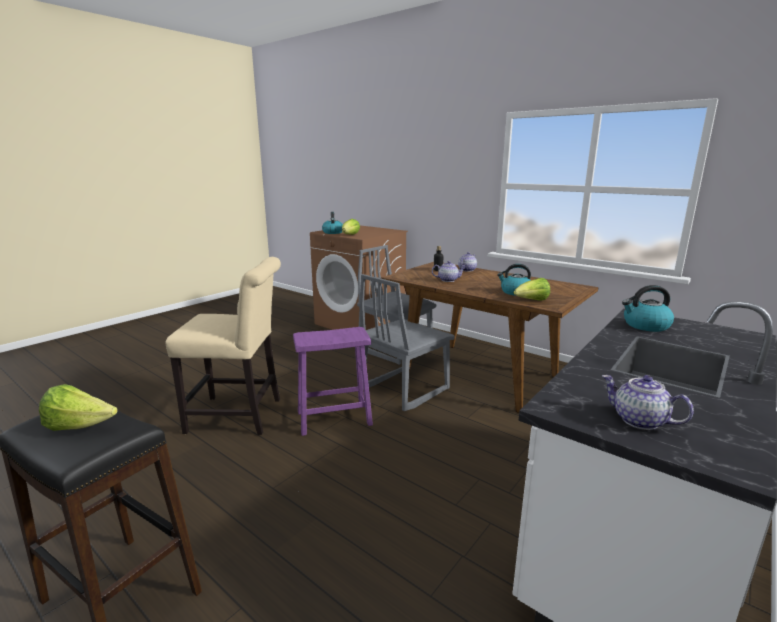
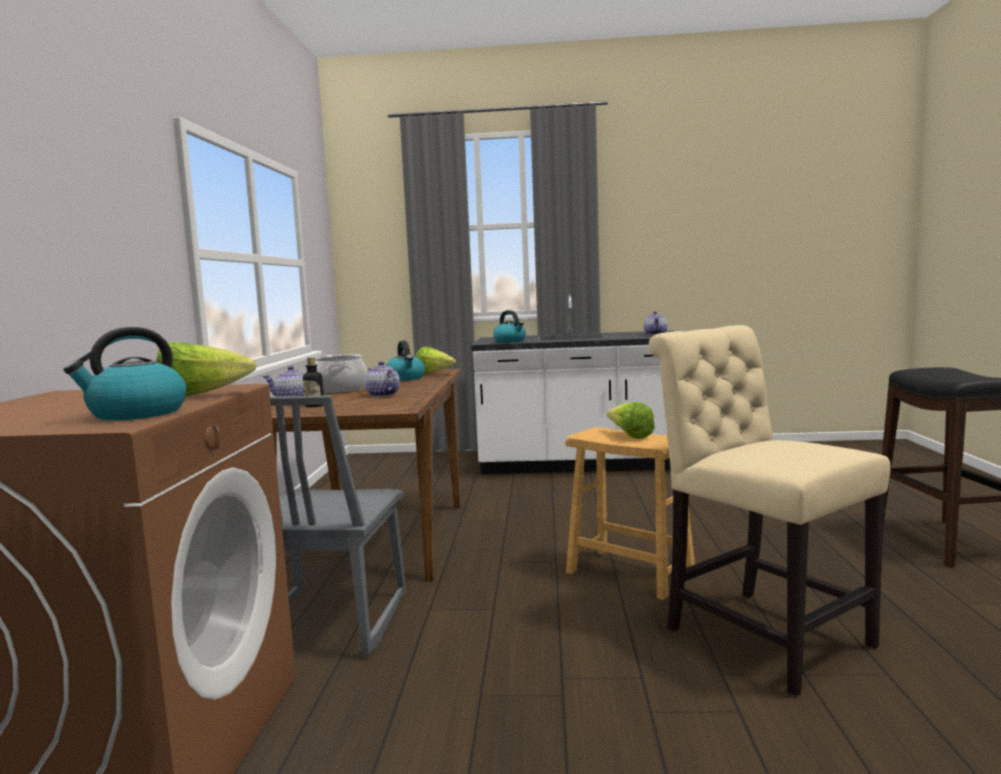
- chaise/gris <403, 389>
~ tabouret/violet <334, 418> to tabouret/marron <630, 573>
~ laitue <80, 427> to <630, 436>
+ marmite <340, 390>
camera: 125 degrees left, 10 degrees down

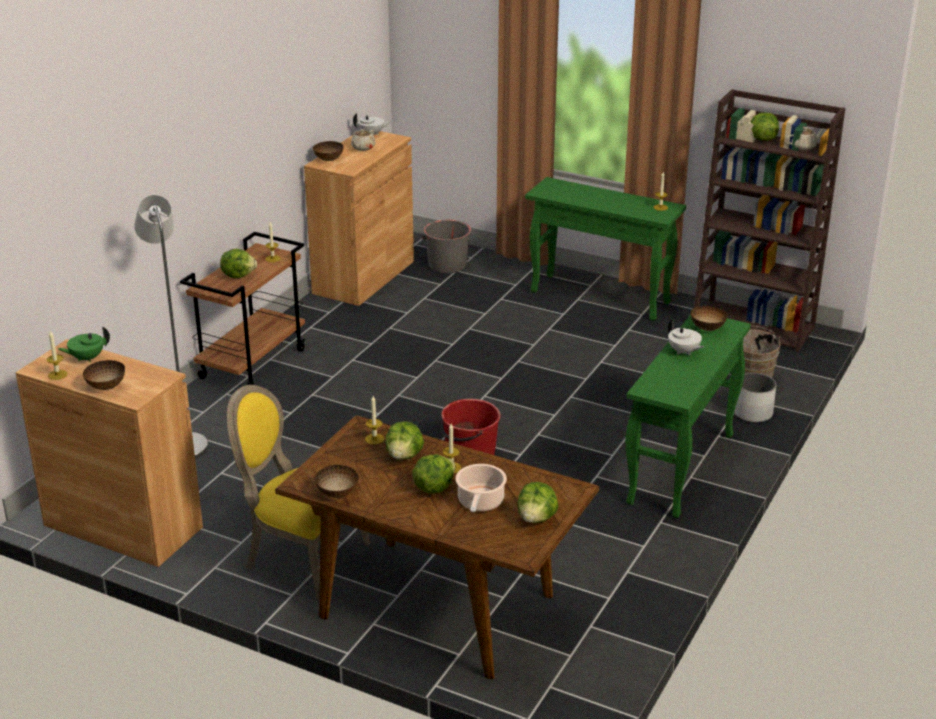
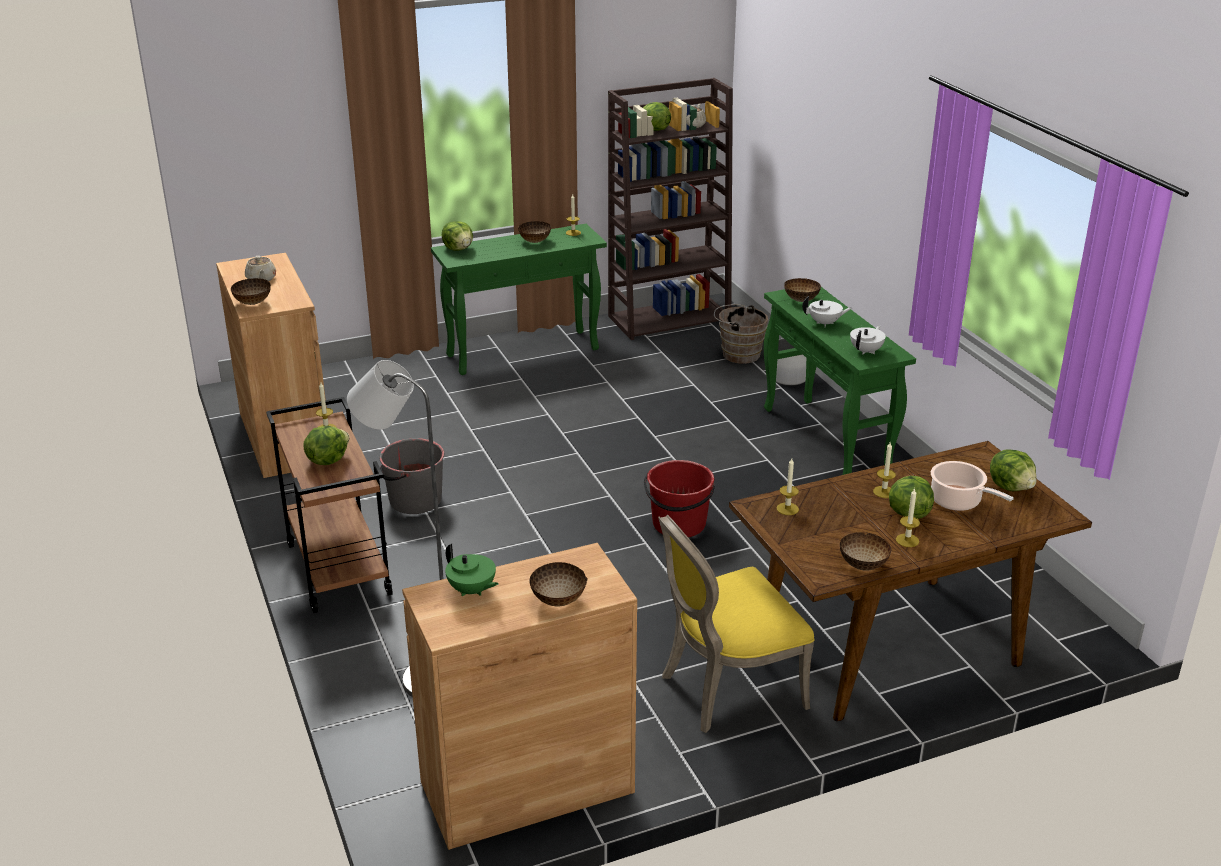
~ théière/blanc <372, 134> to <866, 351>
~ seau/gris <447, 265> to <414, 500>
~ théière/vert <87, 358> = <472, 590> 60 degrees counterclockwise
~ bougie <57, 375> to <907, 540>
~ laitue <404, 456> to <459, 249>
+ bol <534, 241>
camera: 50 degrees left, 0 degrees up

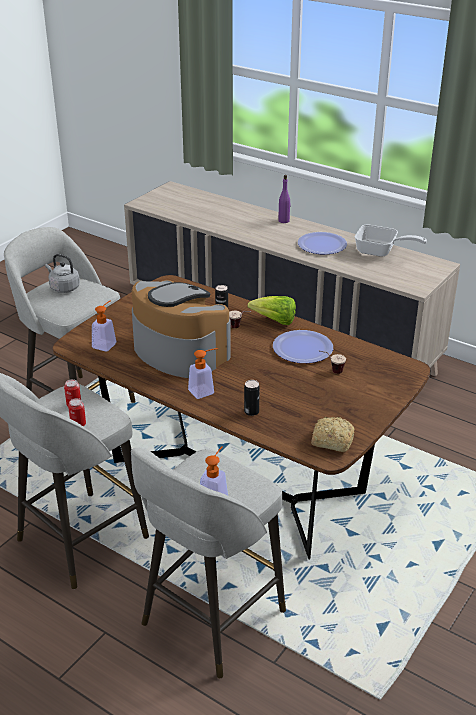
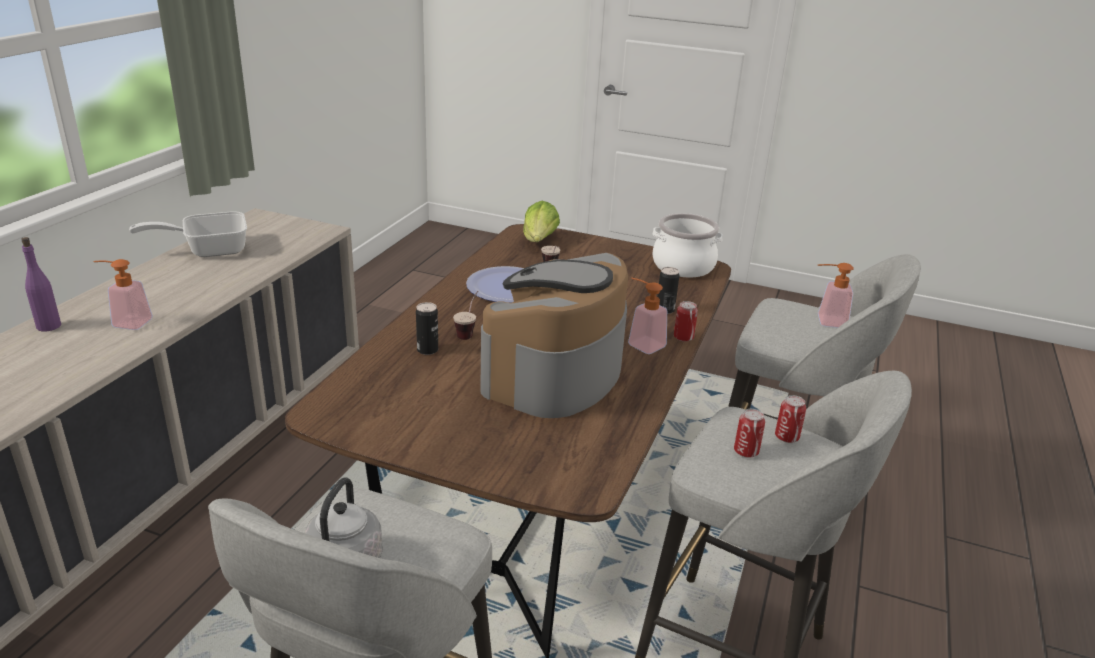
~ poêle <380, 251> = <208, 250> 120 degrees counterclockwise
- assiette <322, 244>
~ laitue <275, 321> to <539, 241>
~ distributeur de savon <106, 343> to <126, 322>
~ pain <331, 440> to marmite <683, 266>
+ boîte métallique <683, 337>
camera: 105 degrees left, 5 degrees down

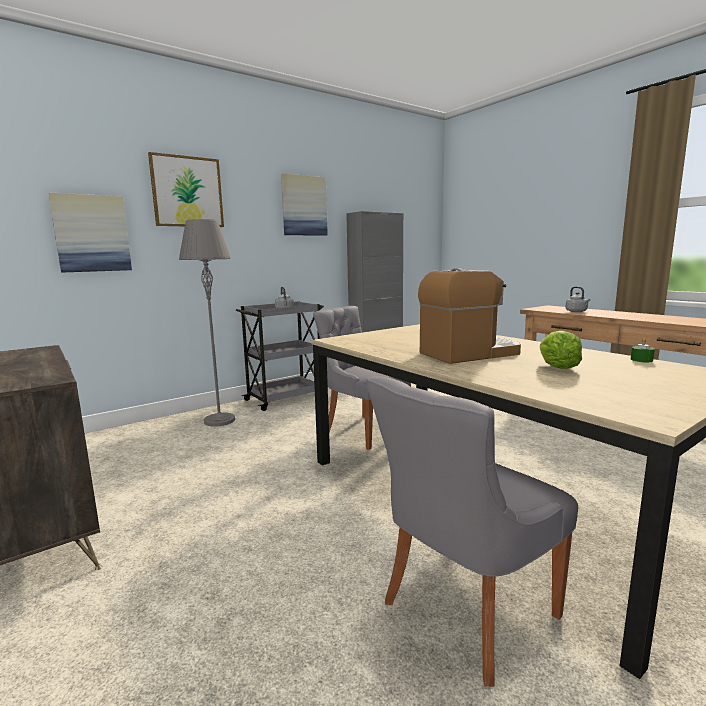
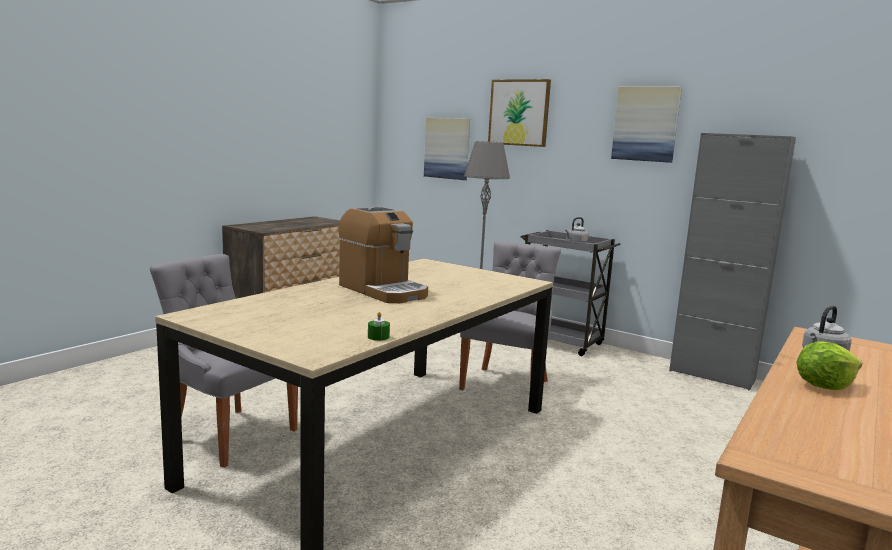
~ laitue <557, 367> to <824, 386>
camera: 70 degrees right, 0 degrees up

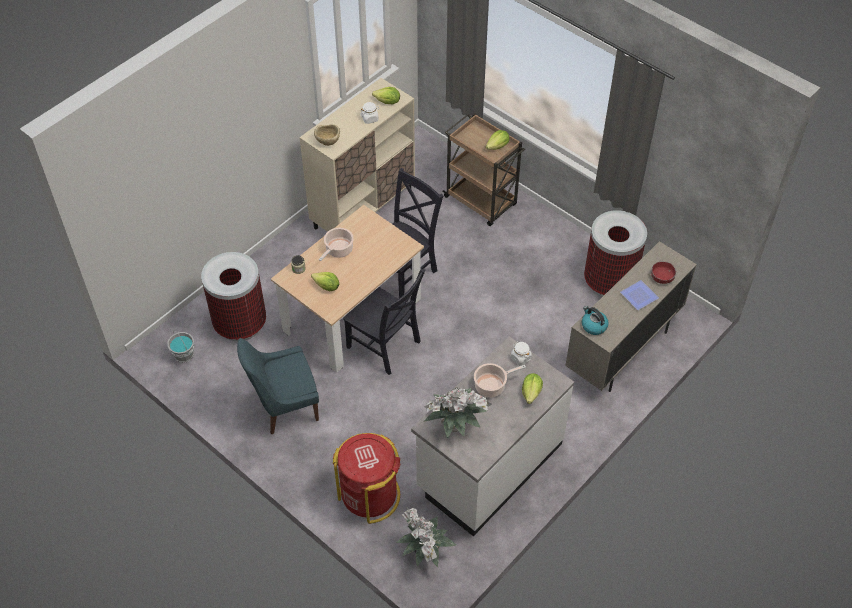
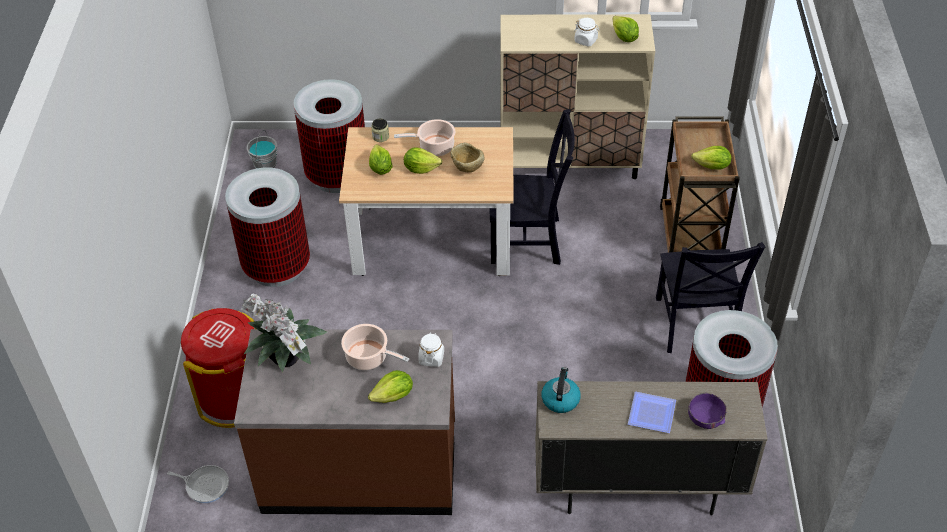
~ bol/beige <328, 142> to <467, 168>
~ bol/rouge <661, 277> to bol/violet <705, 418>
~ chaise/noir <385, 346> to <695, 326>
~ comptoir de cuisine/blanc <488, 466> to comptoir de cuisine/marron <360, 468>
~ chaise/bleu <284, 406> to poubelle <276, 266>
~ plante en pot <424, 552> to poêle <205, 485>
+ laitue <421, 168>
camera: 50 degrees right, 5 degrees down

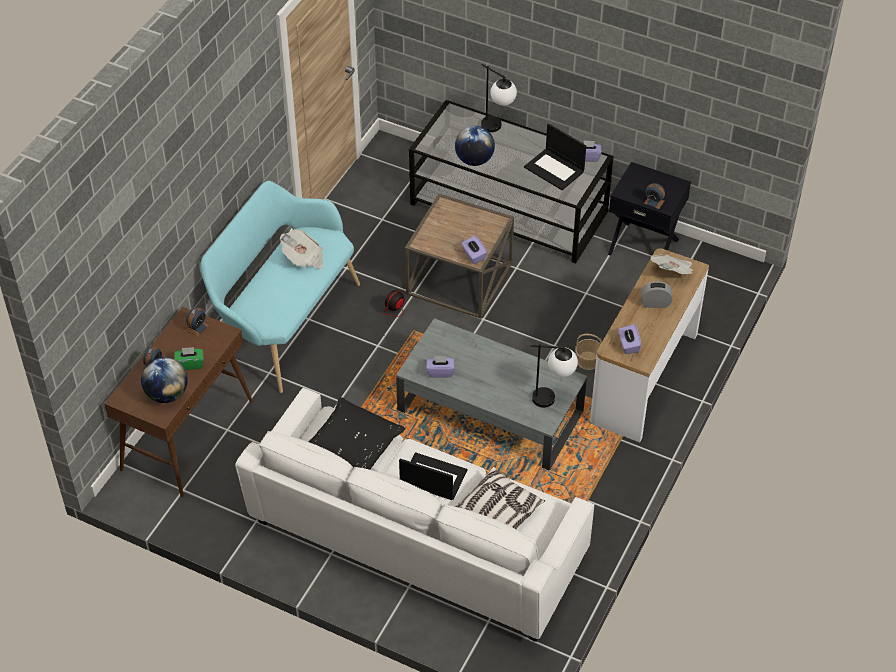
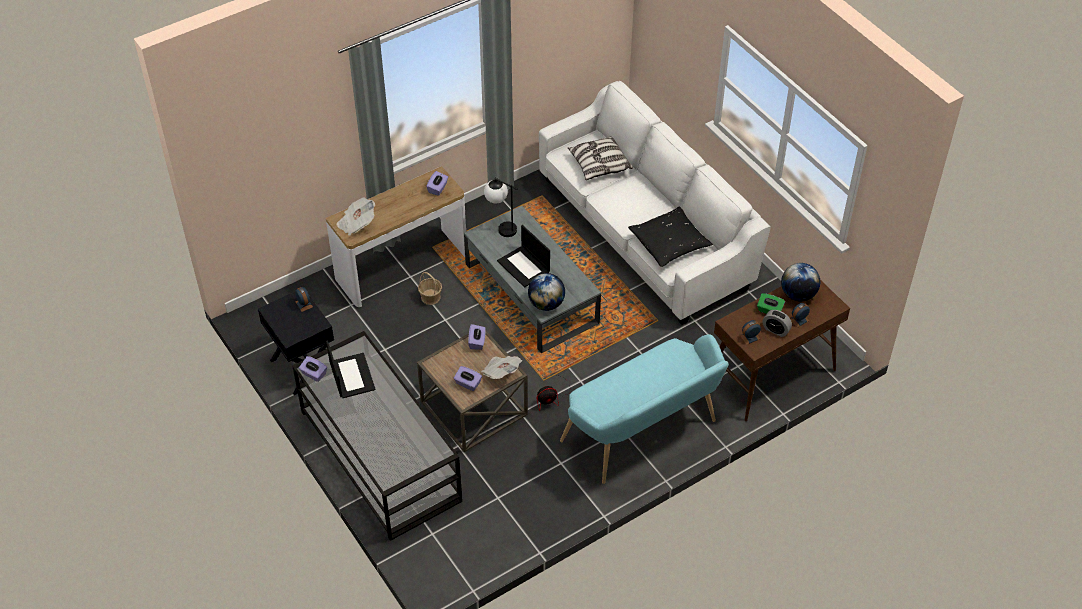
- lampe de table <497, 129>
~ globe <474, 160> to <546, 304>
~ journal <303, 258> to <501, 372>
~ réveil <655, 303> to <775, 330>
~ boîte à mouchoirs/violet <440, 372> to <468, 383>
~ ordinateur portable <432, 477> to <524, 267>
camera: 150 degrees left, 0 degrees up

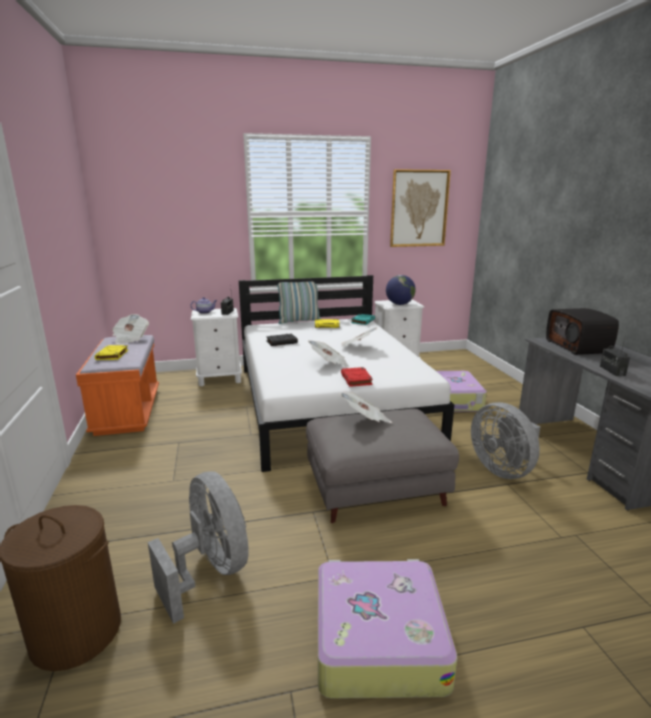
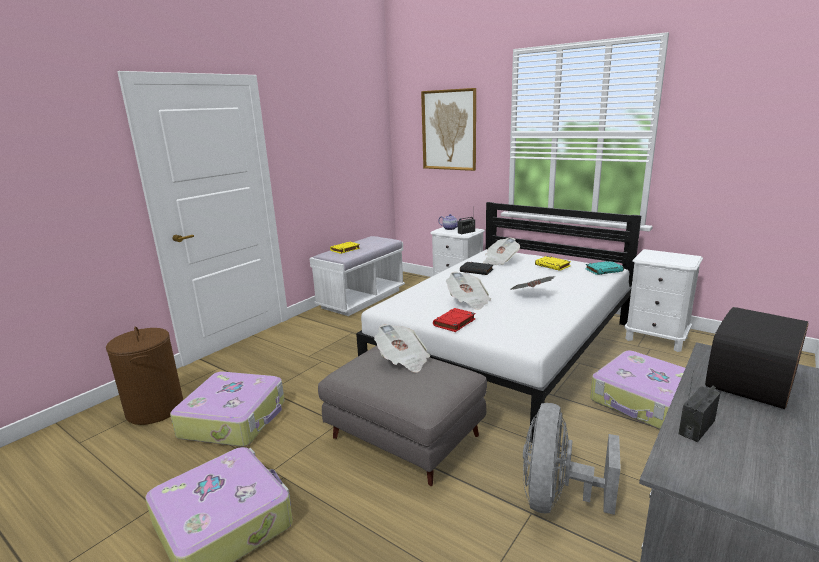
~ tableau <419, 208> to <449, 130>
- globe <399, 304>
- coussin <299, 321>
~ journal <130, 339> to <500, 261>
~ banc/orange <127, 411> to banc/blanc <361, 299>
~ ventilateur/gris <210, 571> to valise <234, 419>
camera: 50 degrees right, 0 degrees up

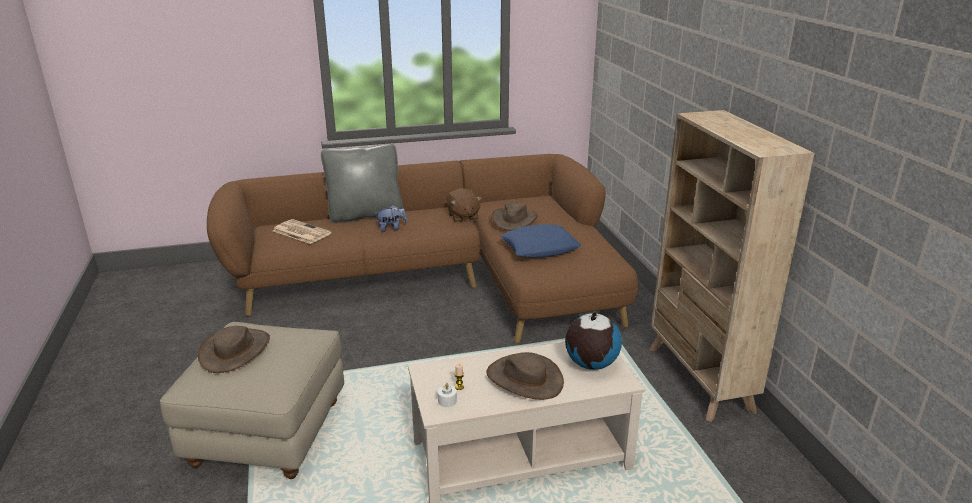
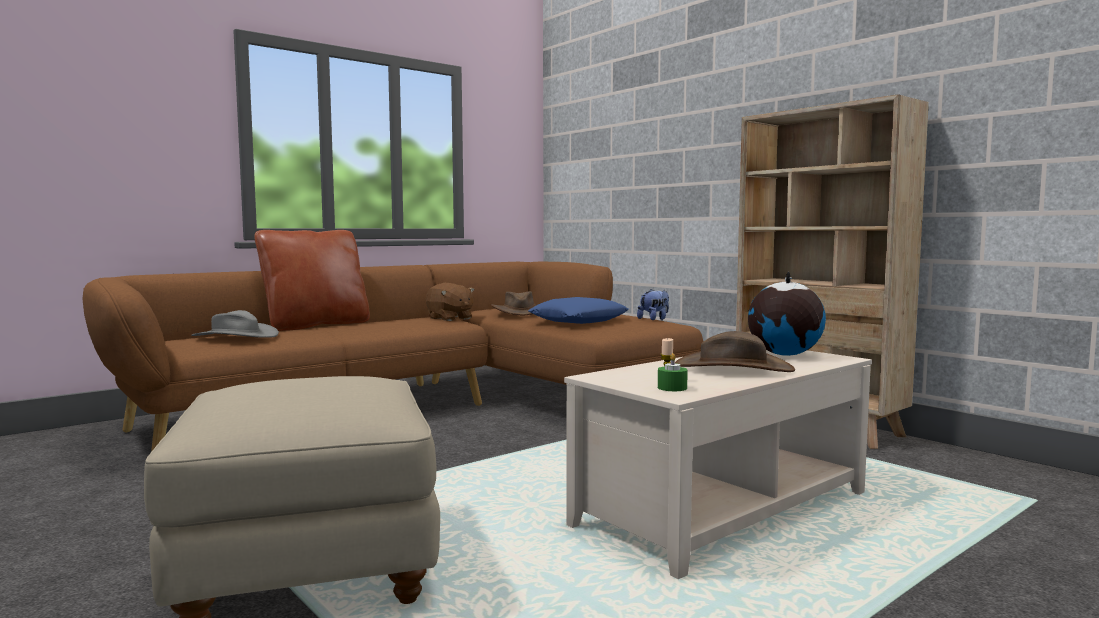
~ coussin/gris <365, 215> to coussin/marron <316, 325>
~ peluche <391, 228> to <654, 319>
~ journal <300, 232> to chapeau/gris <235, 336>
- chapeau/marron <235, 350>
~ bougie/blanc <447, 401> to bougie/vert <672, 388>
camera: 25 degrees left, 20 degrees down

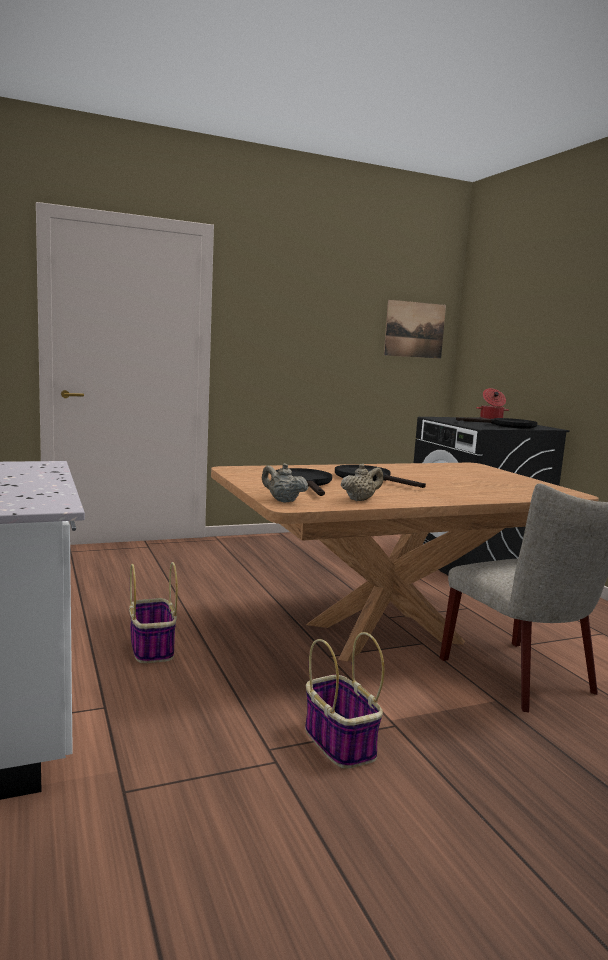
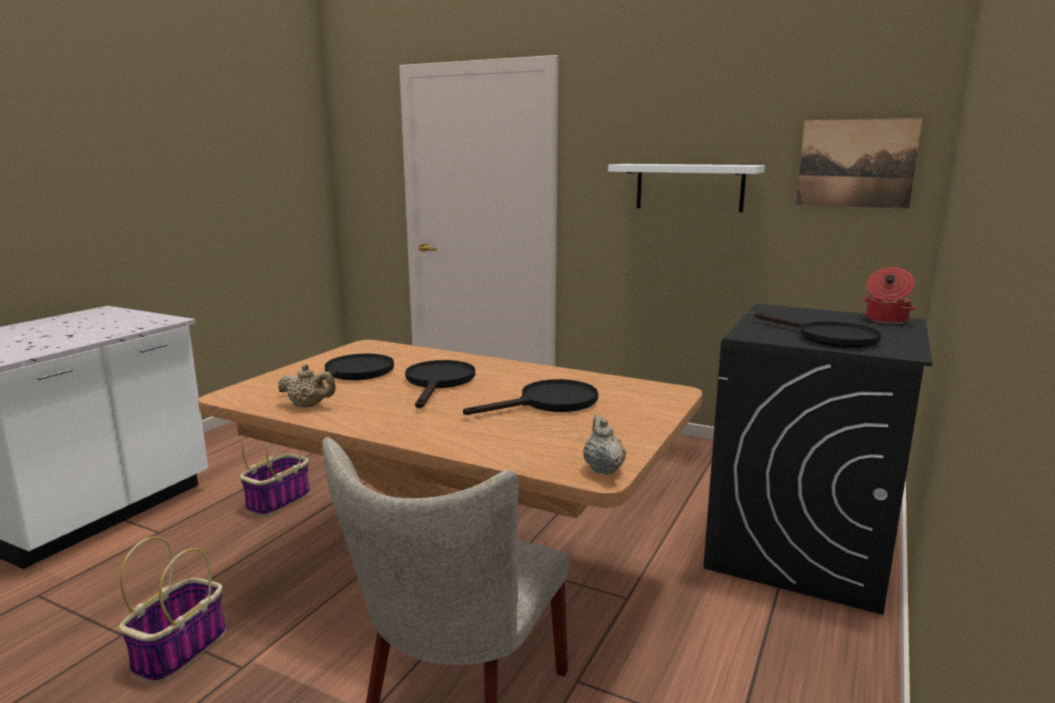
~ théière/beige <283, 500> to <603, 469>
+ étagère/blanc <689, 187>
+ poêle/noir <549, 403>
camera: 50 degrees right, 5 degrees up

